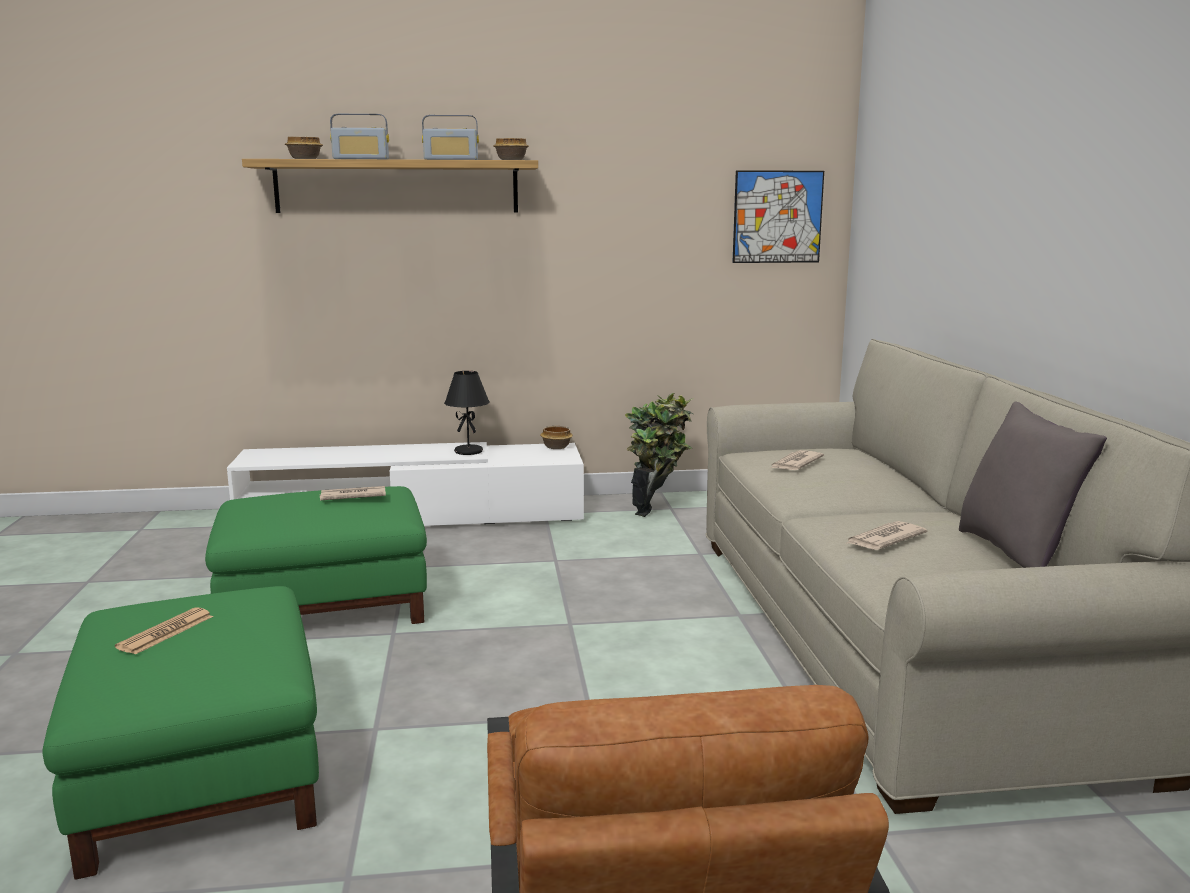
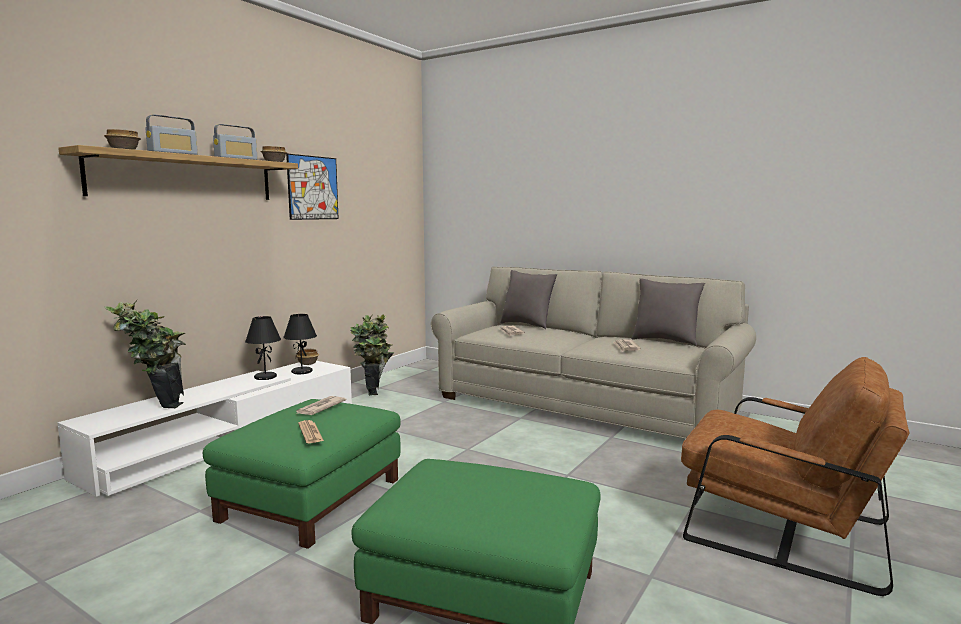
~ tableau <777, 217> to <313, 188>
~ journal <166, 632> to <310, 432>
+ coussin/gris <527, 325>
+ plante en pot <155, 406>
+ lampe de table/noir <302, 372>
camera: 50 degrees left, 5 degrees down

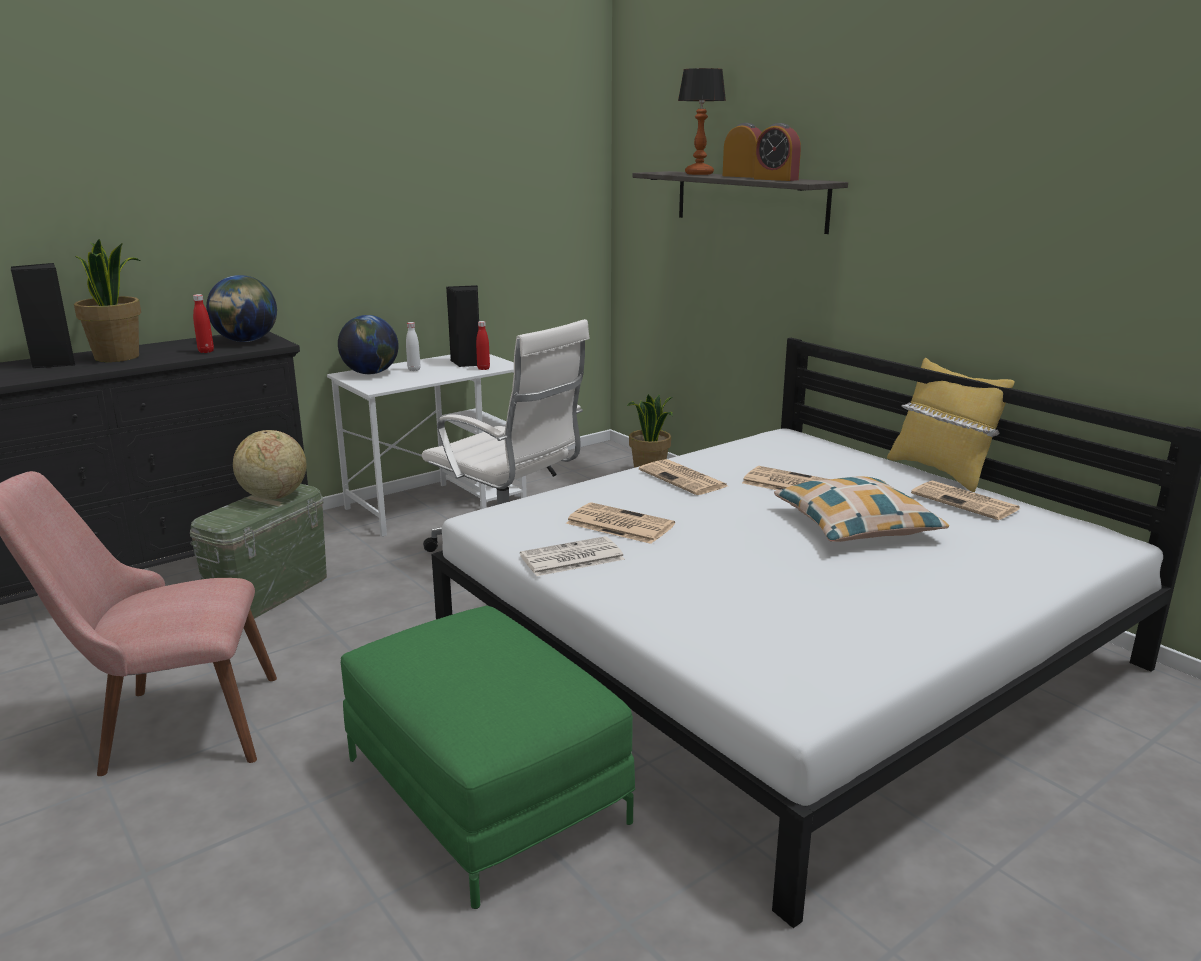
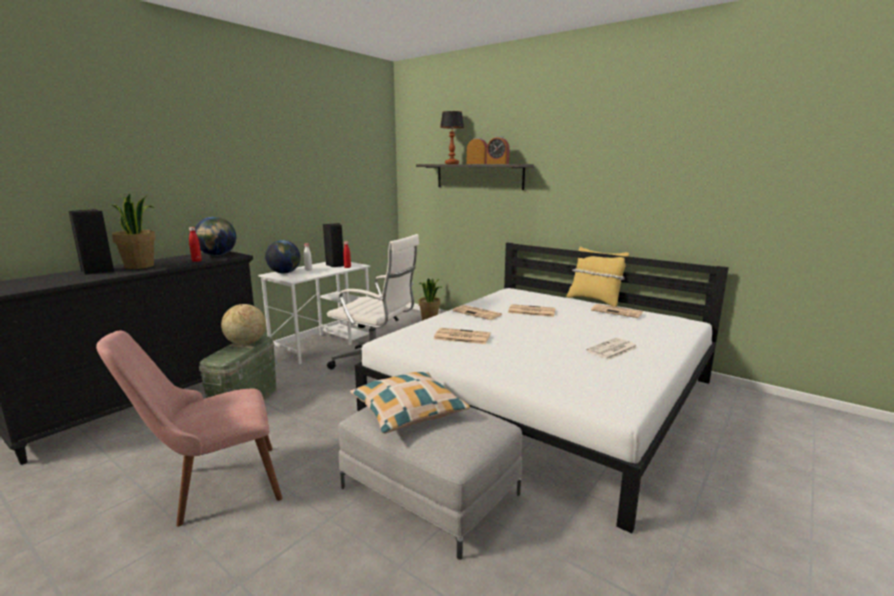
~ coussin <856, 525> to <408, 411>
~ journal <571, 558> to <612, 349>
~ pouf/vert <486, 788> to pouf/gris <430, 490>
camera: 15 degrees left, 5 degrees down

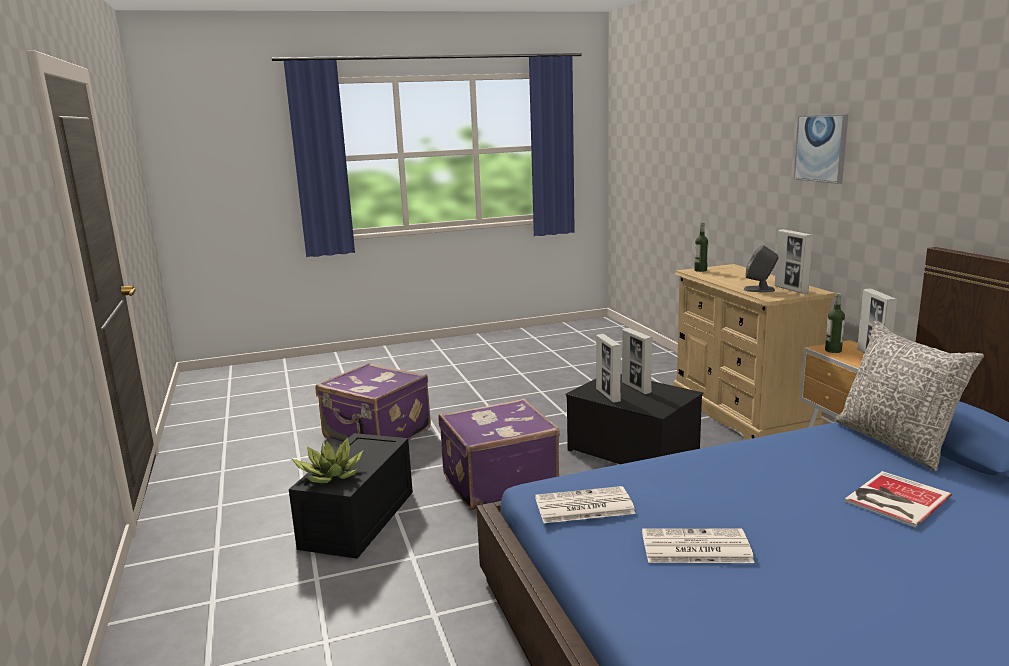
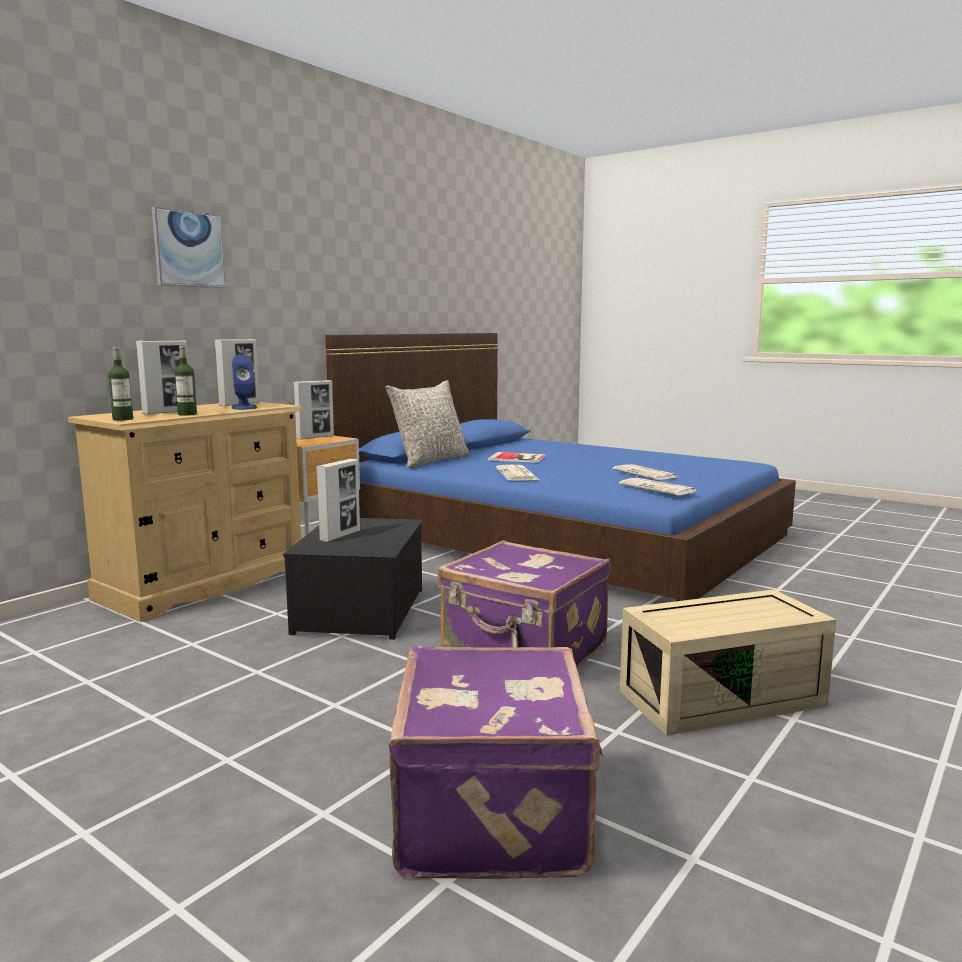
~ enceinte/gris <759, 289> to enceinte/bleu <244, 407>
~ bouteille <833, 350> to <187, 414>
~ cadre photo <608, 395> to <167, 412>
~ boîte de rangement/noir <359, 520> to boîte de rangement/beige <722, 697>
- plante en pot <330, 475>
+ journal <517, 474>
camera: 125 degrees left, 5 degrees down

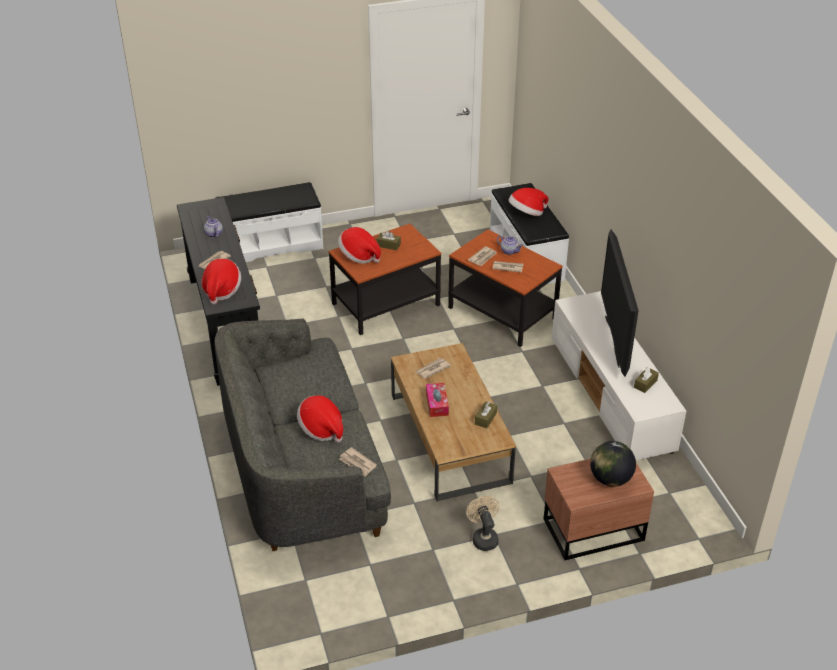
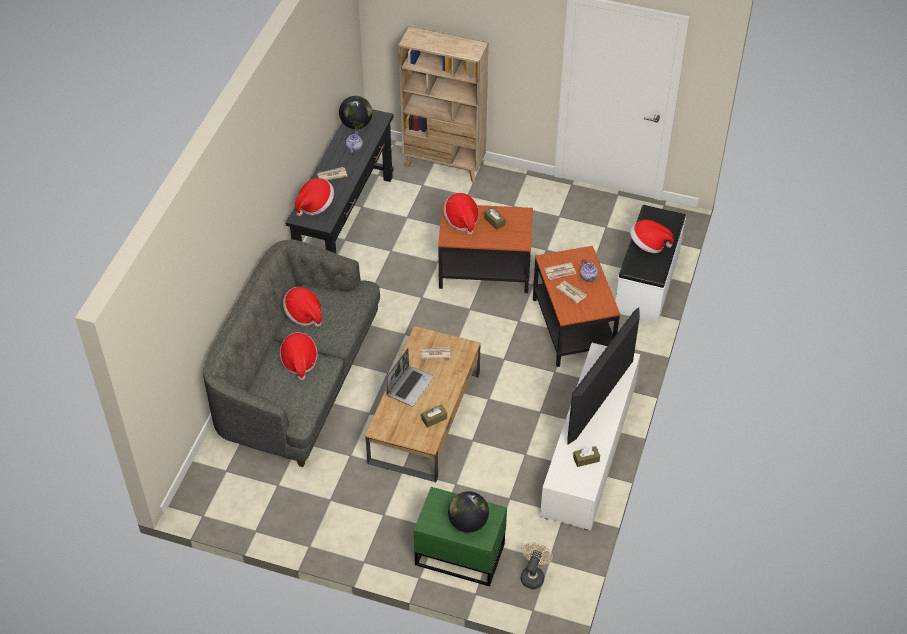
~ banc/blanc <271, 245> to bibliothèque/beige <444, 165>
~ boîte à mouchoirs <437, 404> to ordinateur portable <410, 386>
- journal <357, 463>
~ table de chevet/marron <591, 528> to table de chevet/vert <459, 552>
~ ventilateur/beige <483, 537> to <533, 575>
+ globe <356, 124>
+ chapeau <304, 314>
camera: 35 degrees right, 10 degrees up

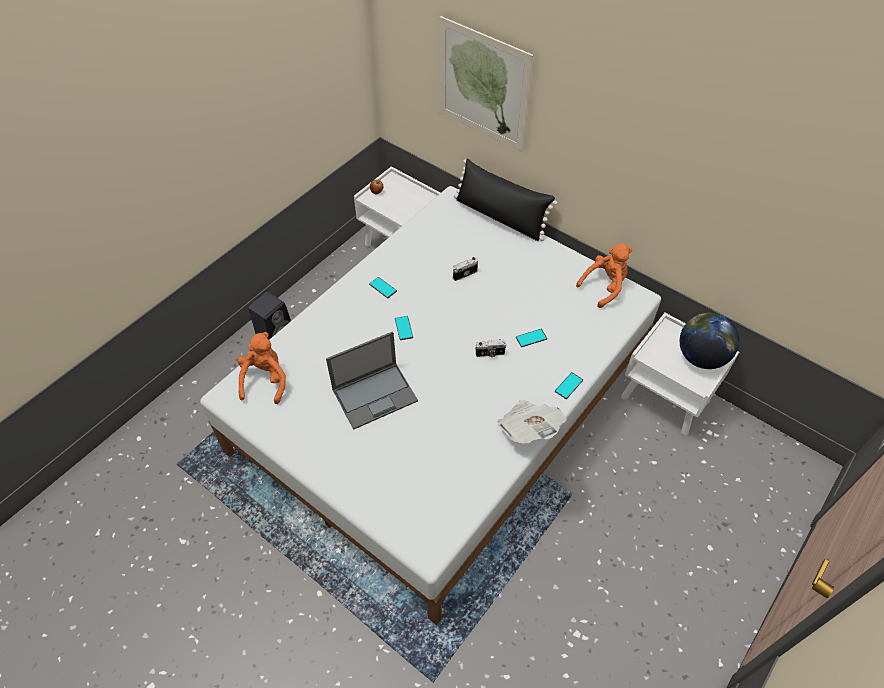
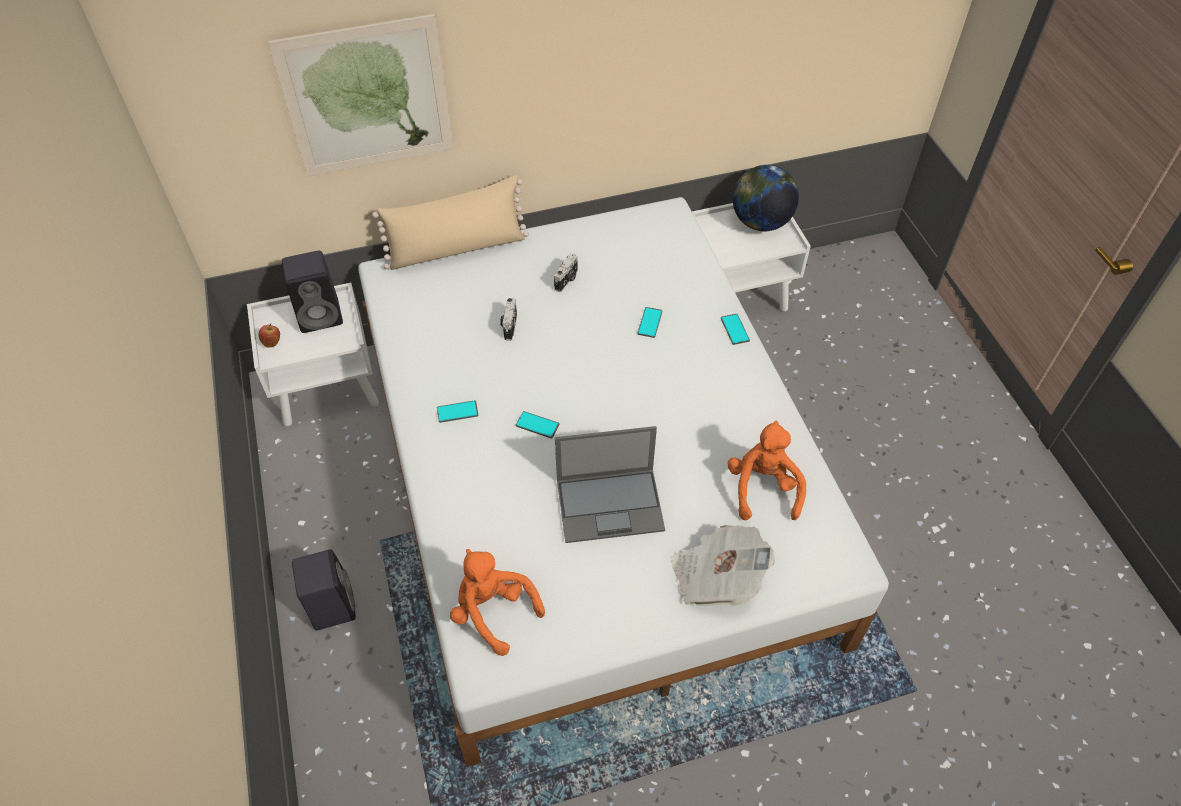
~ coussin/noir <500, 217> to coussin/beige <457, 248>
~ peluche/orange <604, 286> to <762, 488>
~ ordinateur portable <375, 394> = <611, 504> 75 degrees clockwise
~ appareil photo <490, 354> to <567, 280>
~ journal <529, 429> to <716, 577>
+ enceinte/noir <321, 315>
camera: 55 degrees left, 0 degrees up

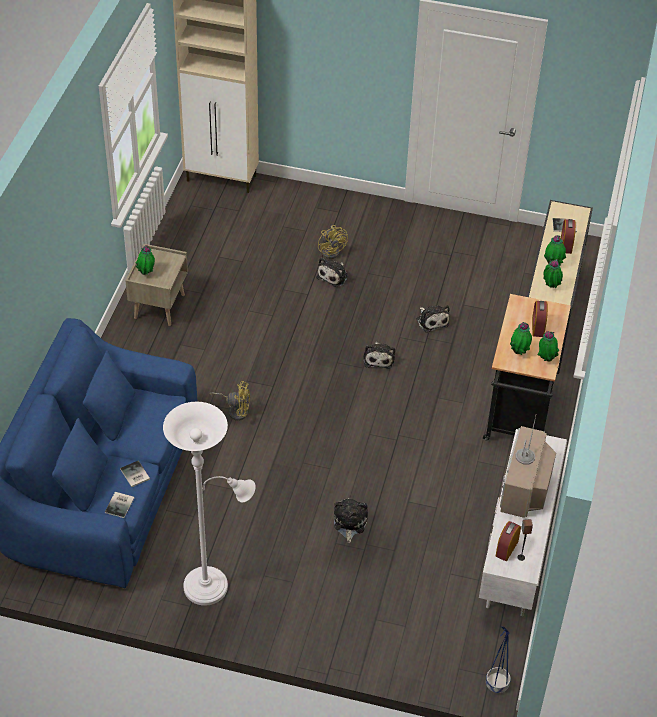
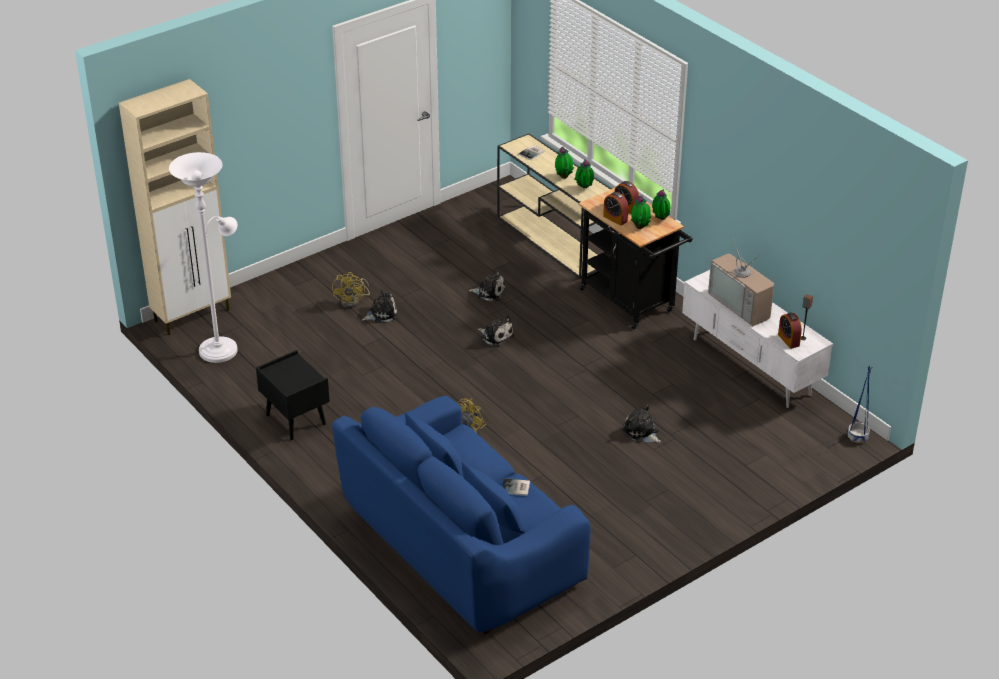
~ réveil <566, 244> to <615, 219>
~ ventilateur/jaune <332, 250> = <353, 301> 75 degrees clockwise
~ table de chevet/beige <159, 306> to table de chevet/noir <295, 419>
- plante en pot <146, 273>
~ peluche <333, 276> = <381, 314> 90 degrees counterclockwise
~ lampadaire/blanc <212, 585> to <221, 348>
- livre <120, 505>
camera: 50 degrees left, 10 degrees down

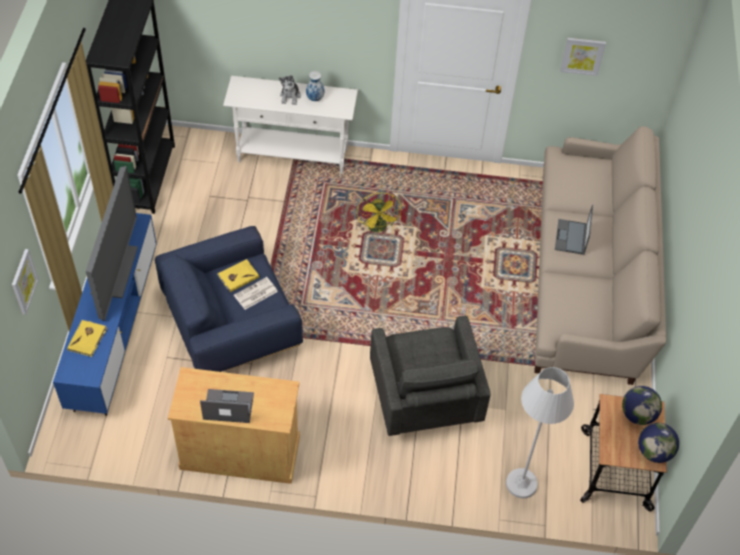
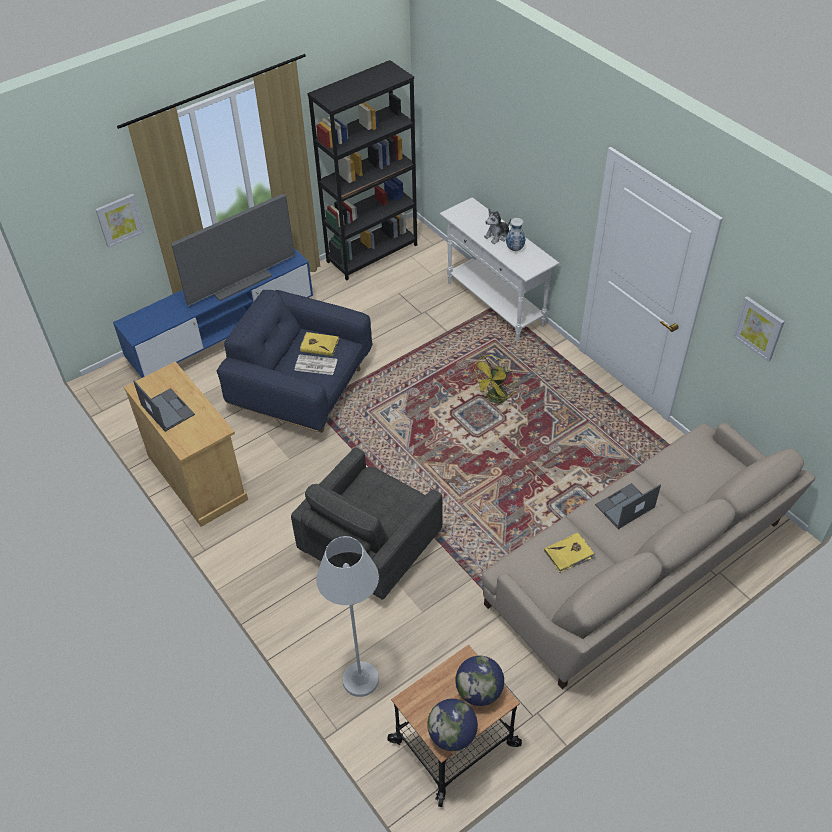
~ livre/jaune <88, 339> to <569, 554>
camera: 50 degrees right, 5 degrees down

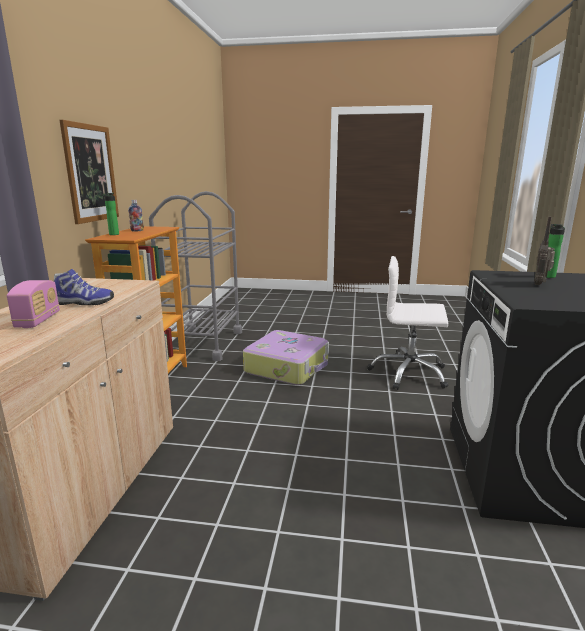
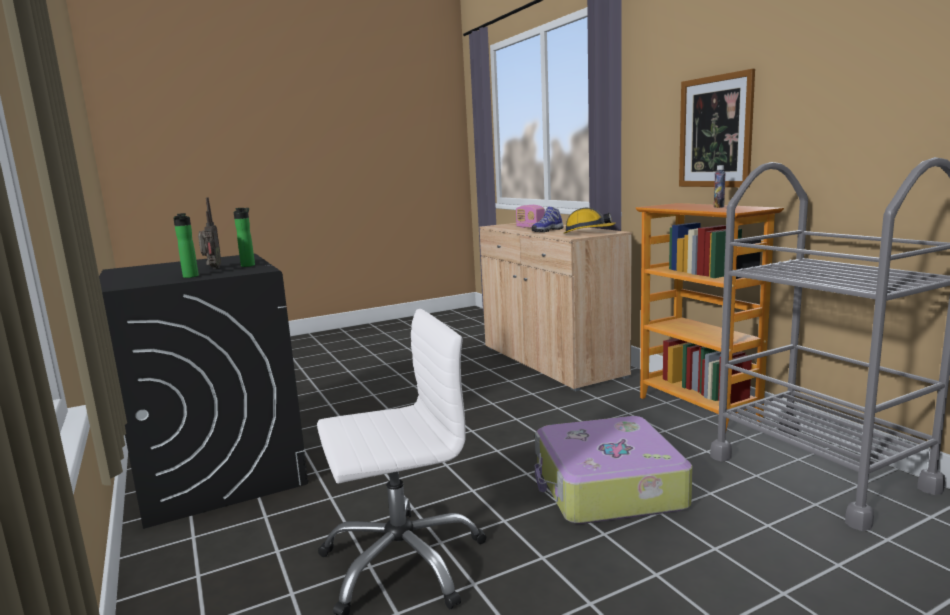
~ bouteille <112, 234> to <249, 265>
+ casque de chantier <588, 232>
camera: 145 degrees right, 5 degrees down

